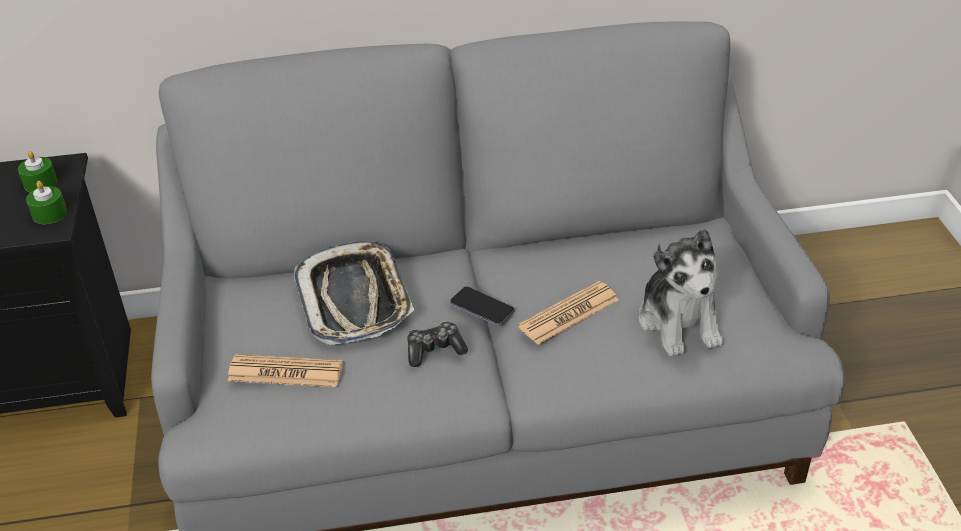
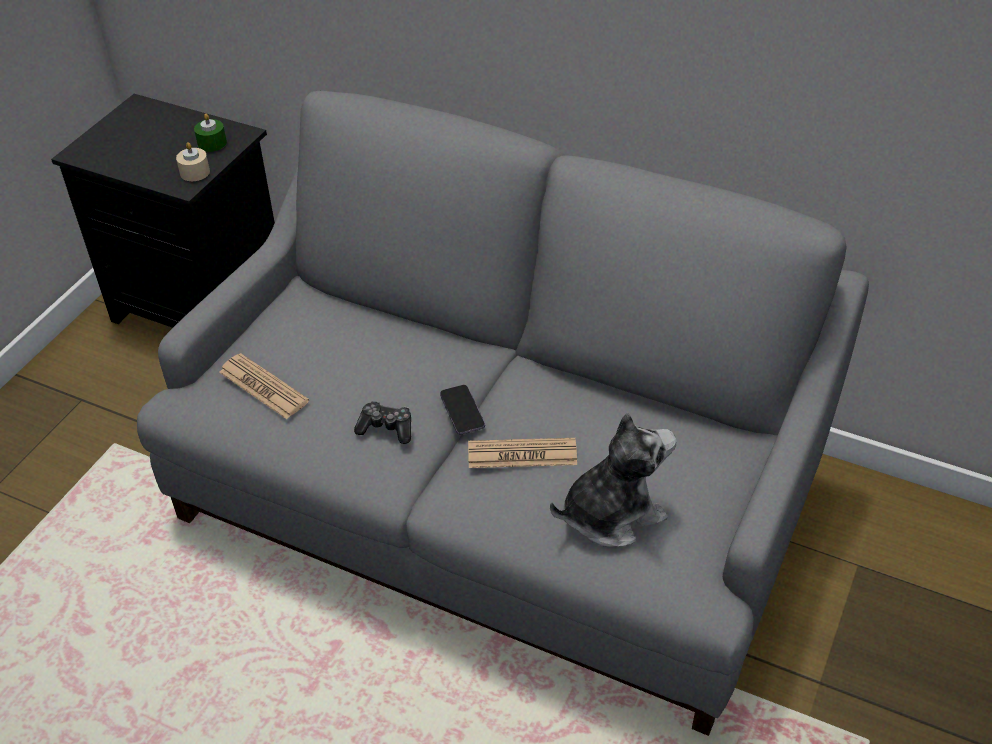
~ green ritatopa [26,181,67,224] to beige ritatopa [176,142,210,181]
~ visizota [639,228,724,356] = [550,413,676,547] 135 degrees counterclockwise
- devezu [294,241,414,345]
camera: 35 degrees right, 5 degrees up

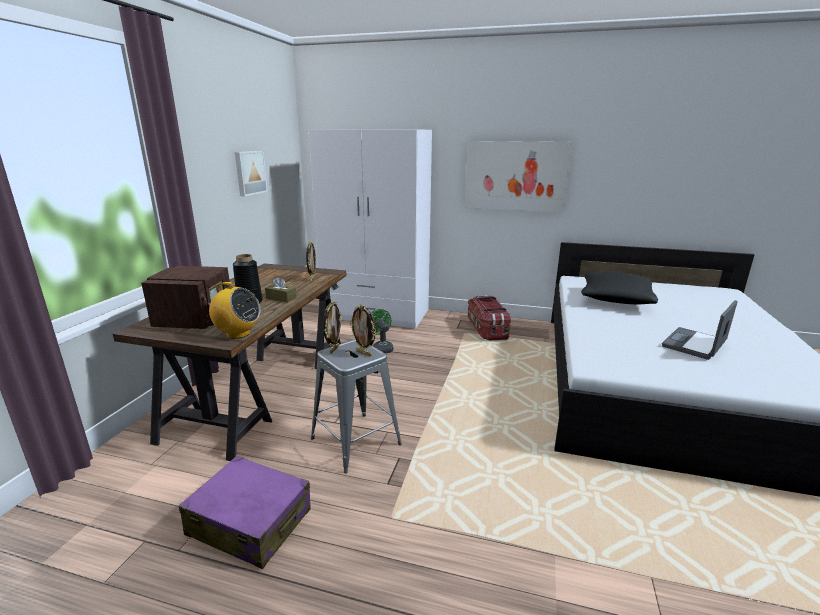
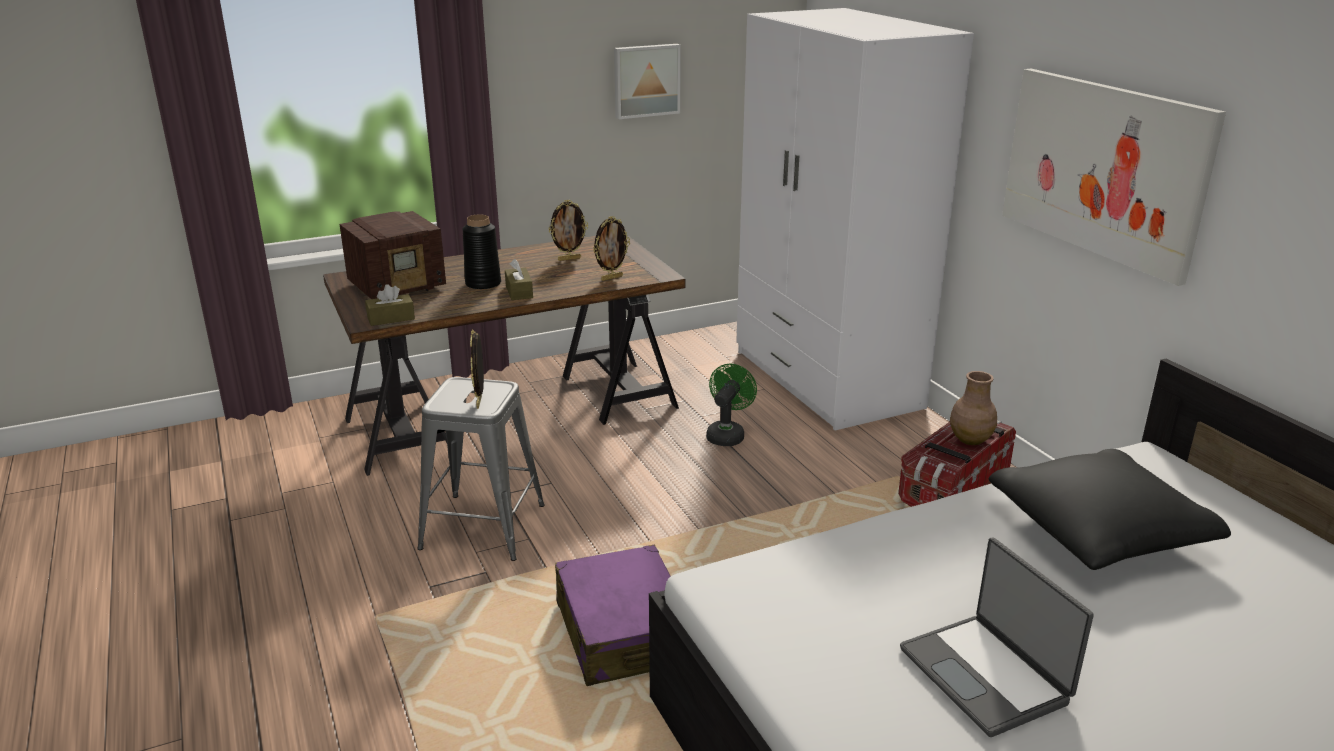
~ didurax [202,282,260,339] to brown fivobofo [365,284,415,326]
~ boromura [323,301,342,354] to [548,200,588,261]
~ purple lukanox [179,456,311,569] to [555,545,671,686]
~ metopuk [662,300,737,360] = [900,537,1094,737] 120 degrees counterclockwise
+ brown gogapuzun [950,371,997,445]
camera: 50 degrees right, 5 degrees up

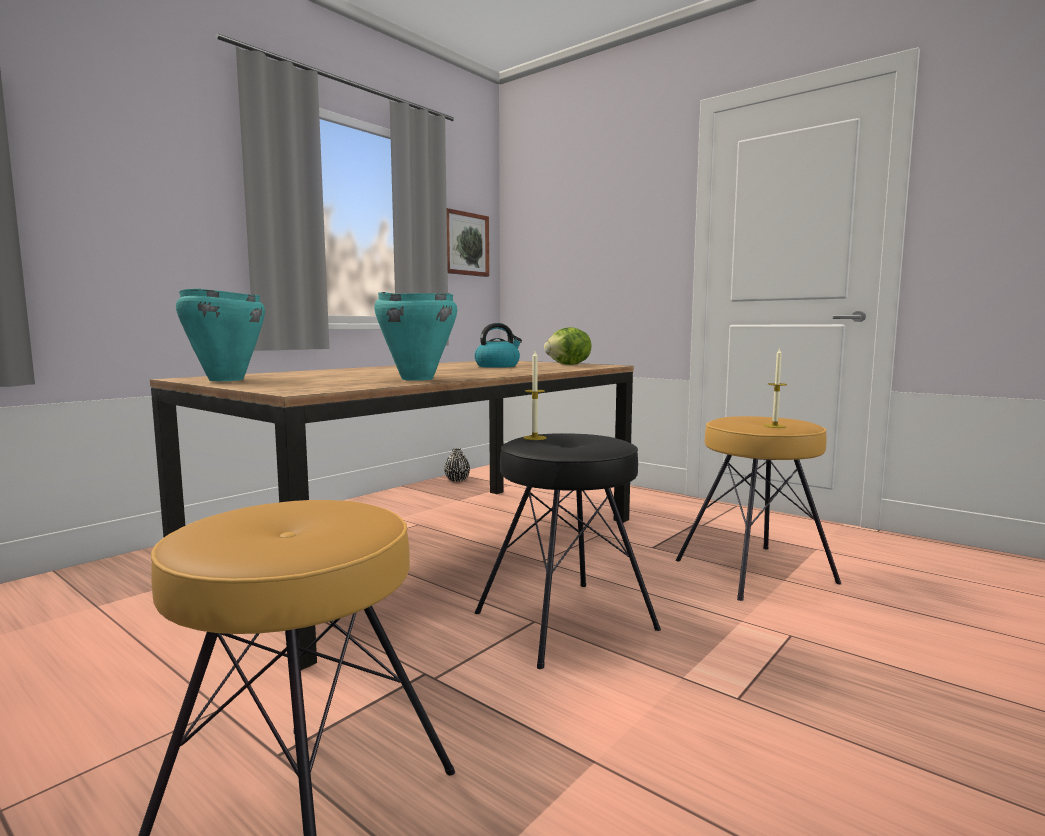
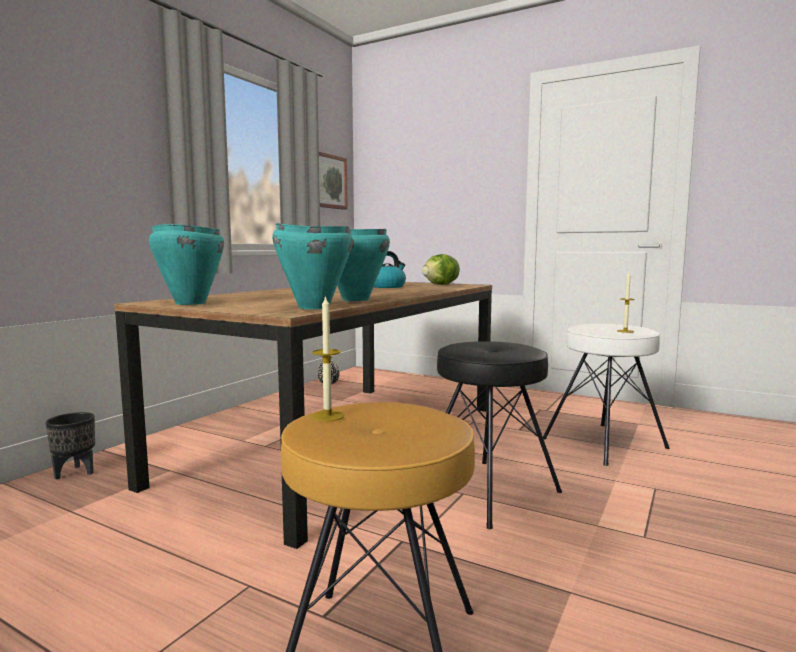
+ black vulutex [46,412,95,480]
+ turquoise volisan [272,223,353,309]
~ ritatopa [523,351,547,440] to [311,295,344,422]
~ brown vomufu [676,416,841,601] to white vomufu [543,324,670,466]
camera: 10 degrees left, 0 degrees up

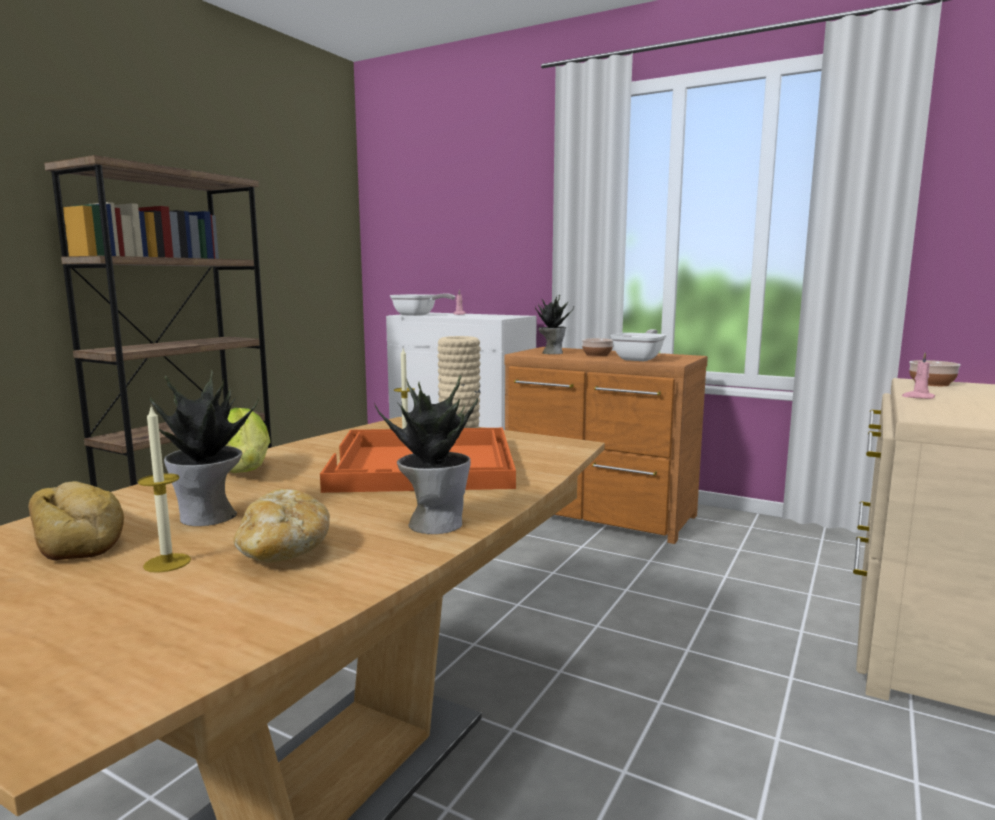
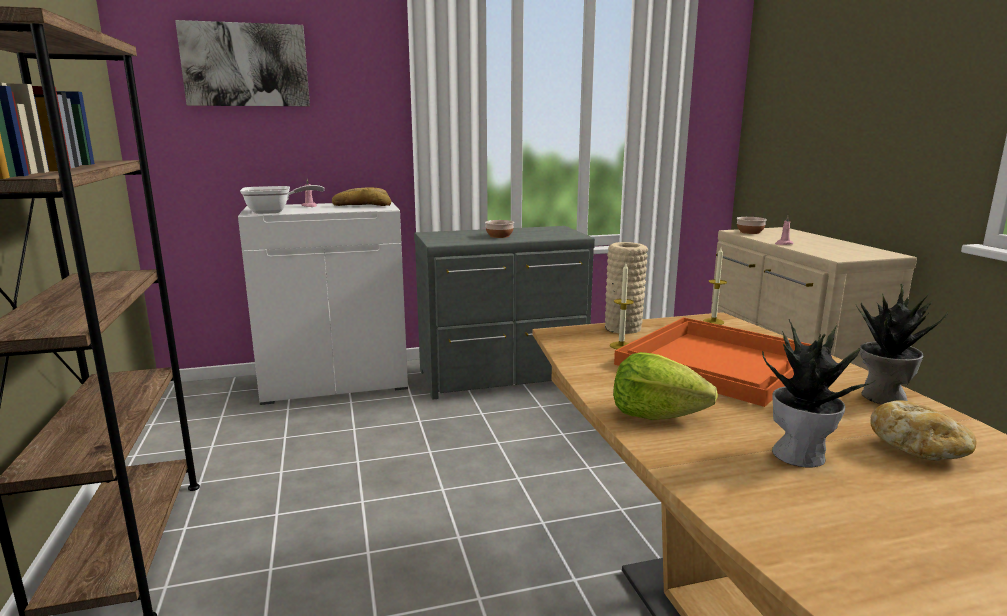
+ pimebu [175,20,310,106]
~ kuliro [28,481,124,560] to [332,187,391,206]
~ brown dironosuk [504,347,708,544] to grey dironosuk [414,226,595,400]
~ ritatopa [138,406,191,573] to [703,248,727,325]
- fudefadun [535,294,574,354]
- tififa [610,329,667,361]
camera: 45 degrees left, 5 degrees up

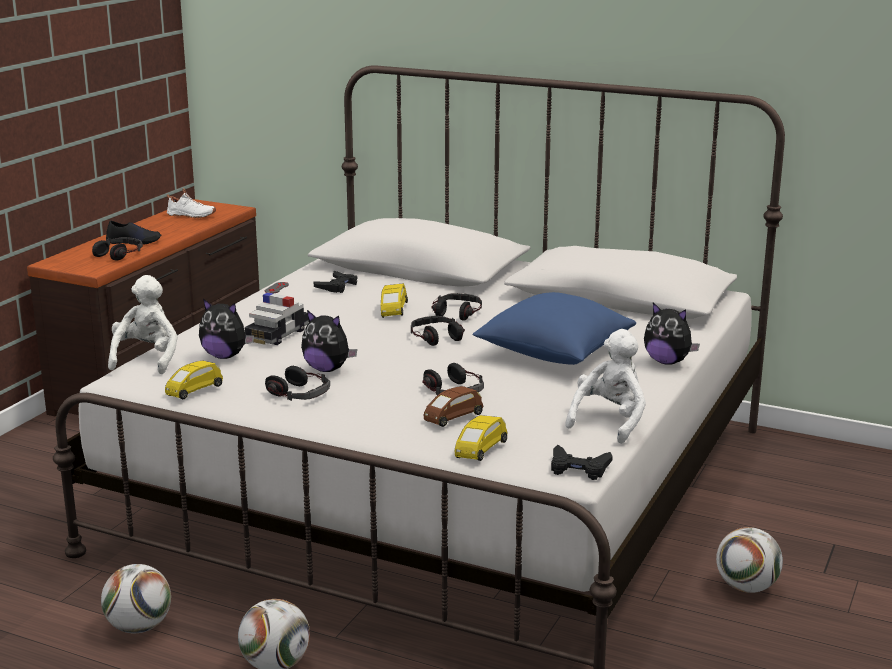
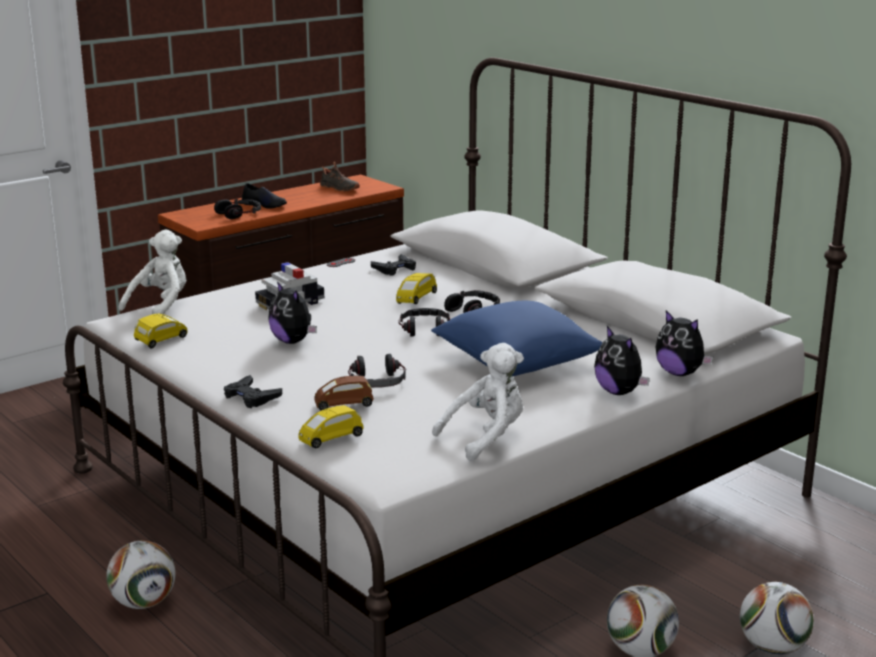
~ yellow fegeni [165,360,223,399] = [134,314,188,348] 150 degrees clockwise
~ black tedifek [551,445,613,480] to [224,375,282,408]
~ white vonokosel [167,188,216,218] to black vonokosel [320,162,360,192]
~ visizota [199,299,254,359] to [656,310,713,376]
~ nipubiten [101,564,171,633] to [740,582,814,655]
- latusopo [265,366,330,401]
camera: 25 degrees right, 0 degrees up

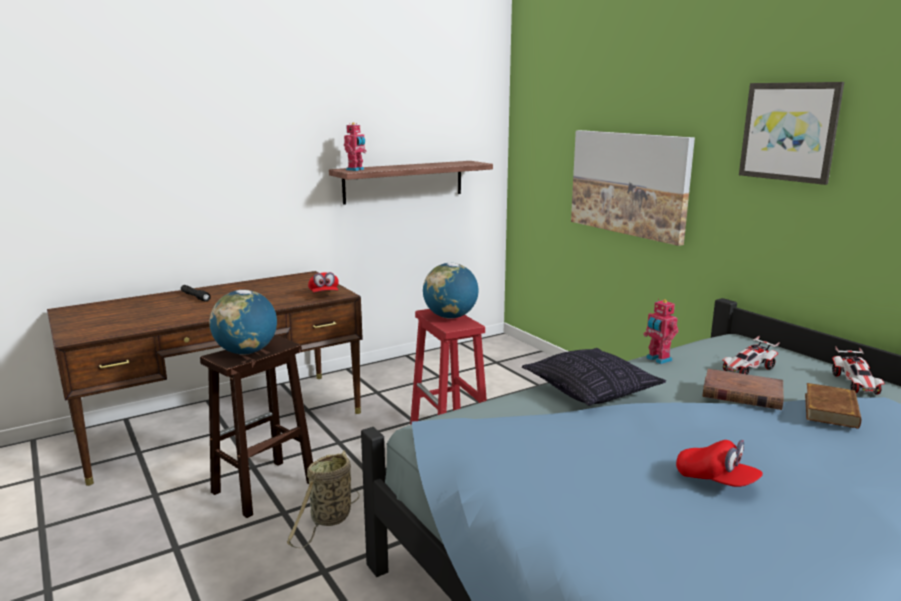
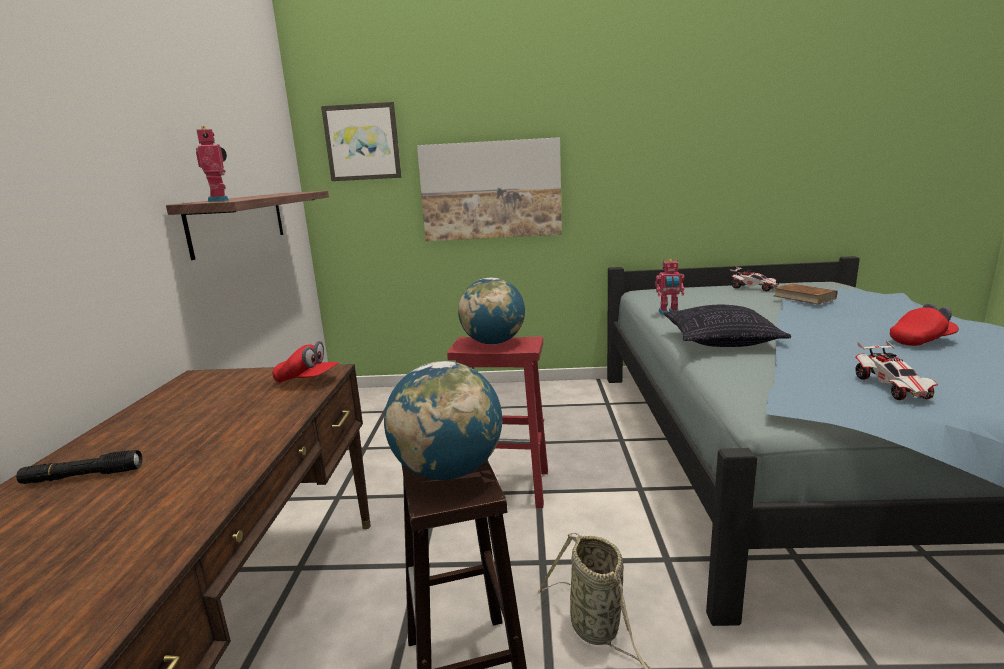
~ pimebu [739,82,844,185] to [321,102,402,181]
~ fegeni [722,336,780,374] to [855,341,938,400]
- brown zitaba [702,369,784,410]
camera: 55 degrees left, 0 degrees up

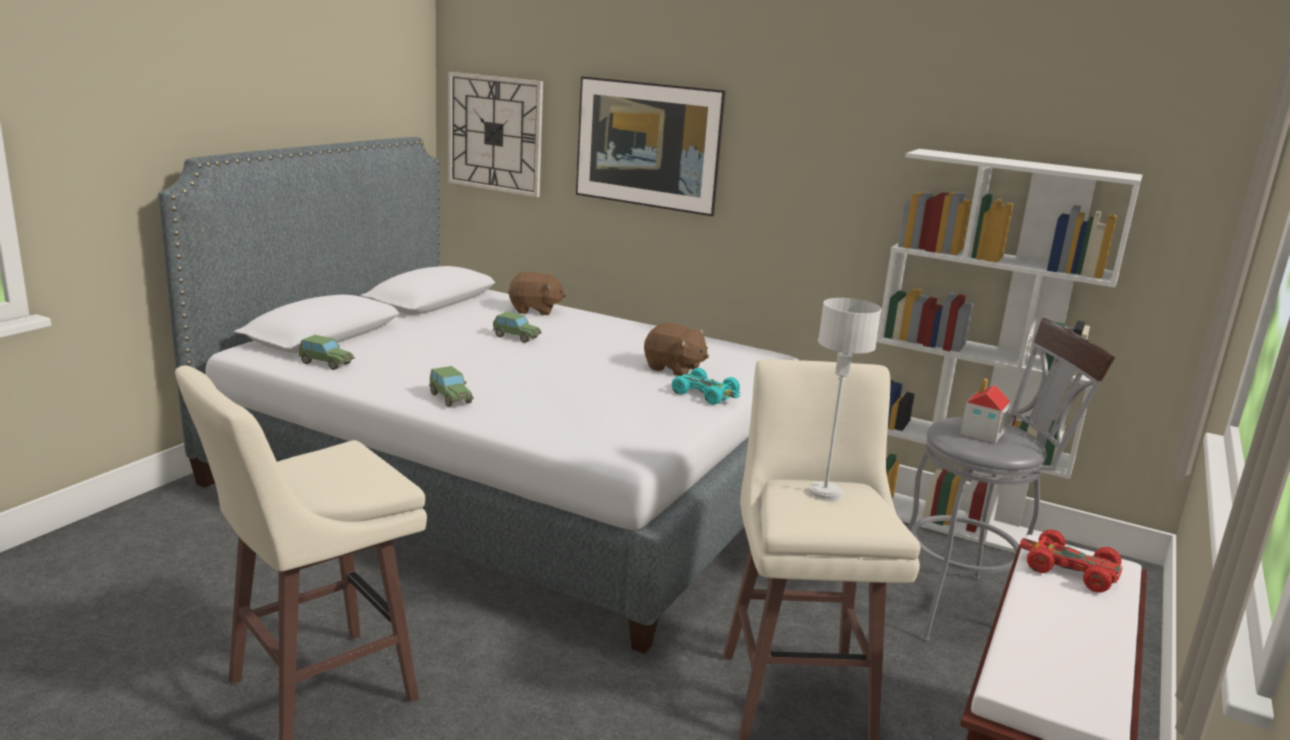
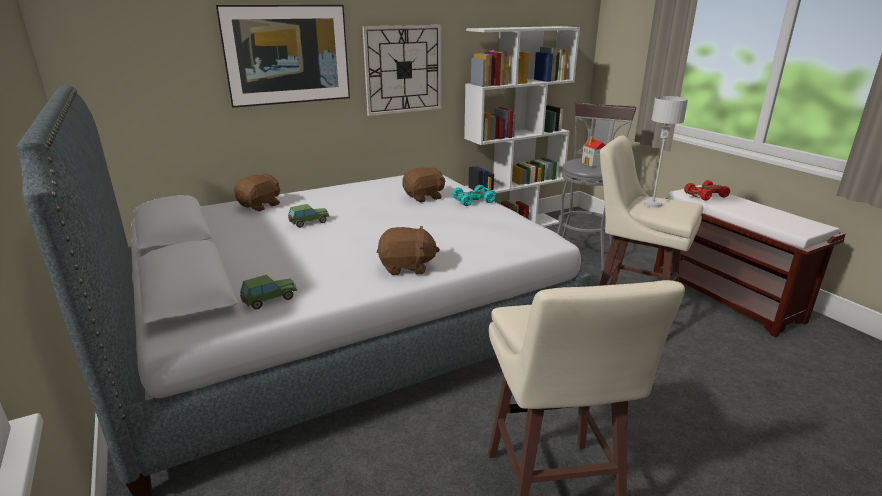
~ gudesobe [448,72,543,197] to [362,25,442,116]
~ fegeni [429,366,474,407] to brown visizota [377,226,440,275]
camera: 55 degrees left, 5 degrees up

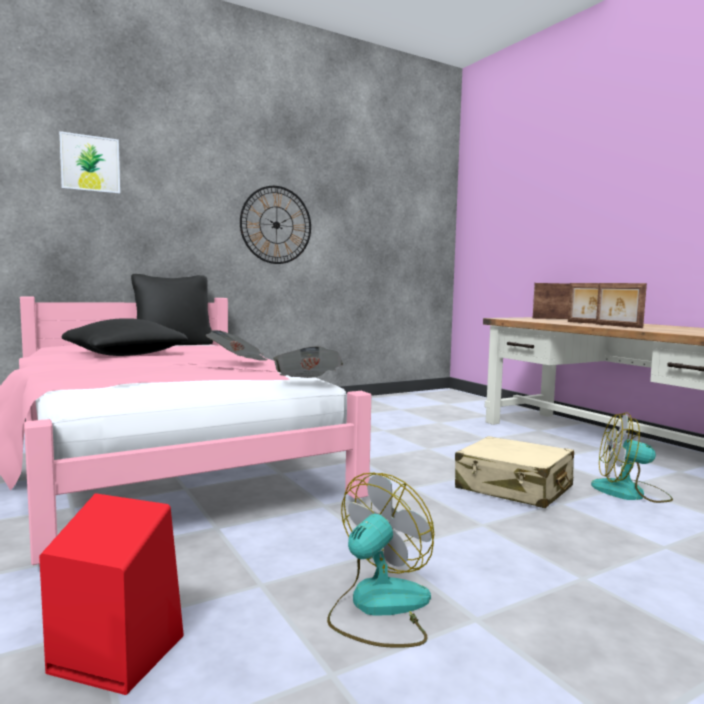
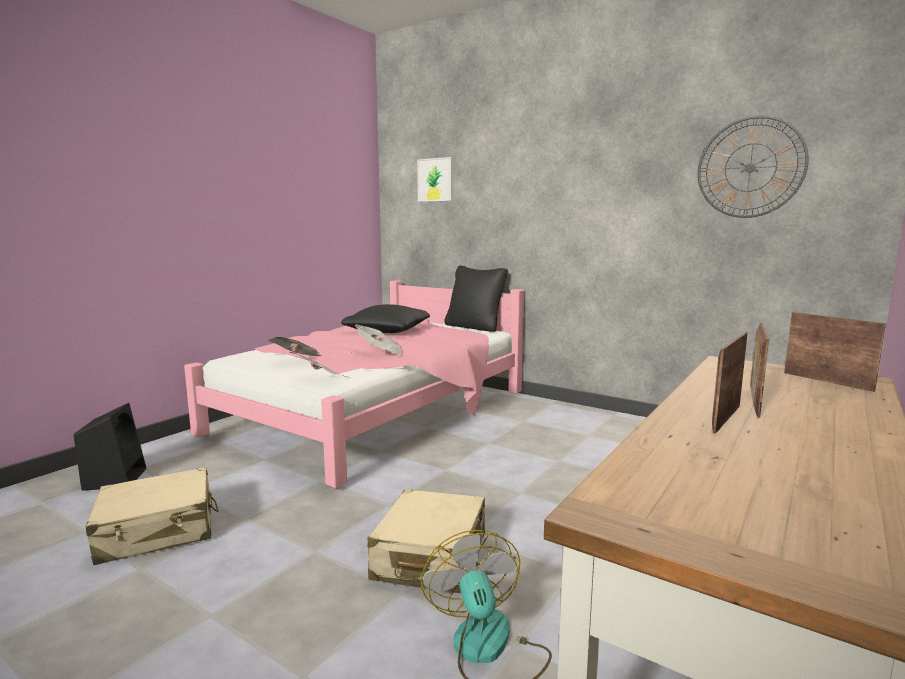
~ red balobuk [39,493,184,695] to black balobuk [74,403,146,491]
~ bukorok [327,473,434,648] to beige lukanox [86,467,218,565]
+ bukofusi [269,337,322,356]
~ gudesobe [240,186,311,264] to [698,115,809,218]
camera: 65 degrees right, 5 degrees up

